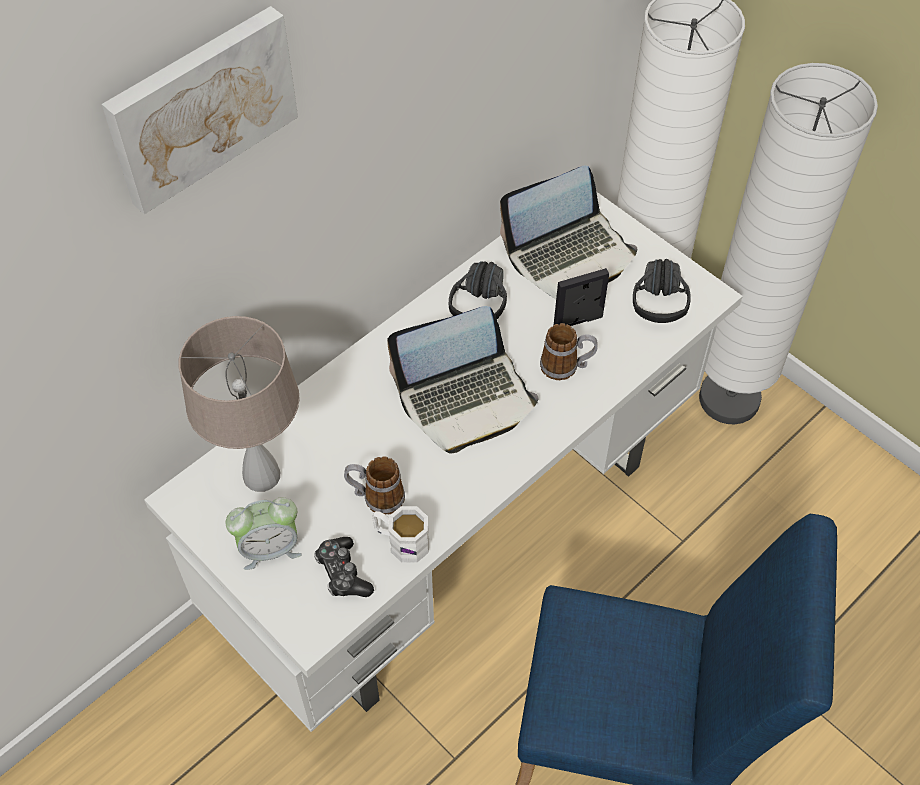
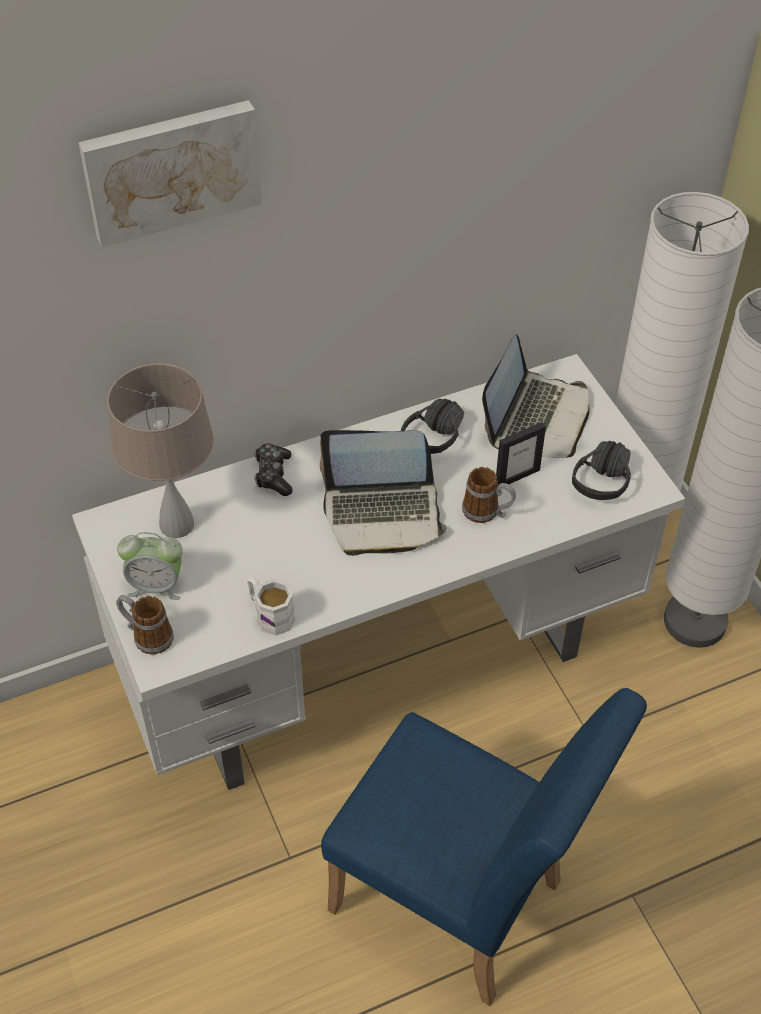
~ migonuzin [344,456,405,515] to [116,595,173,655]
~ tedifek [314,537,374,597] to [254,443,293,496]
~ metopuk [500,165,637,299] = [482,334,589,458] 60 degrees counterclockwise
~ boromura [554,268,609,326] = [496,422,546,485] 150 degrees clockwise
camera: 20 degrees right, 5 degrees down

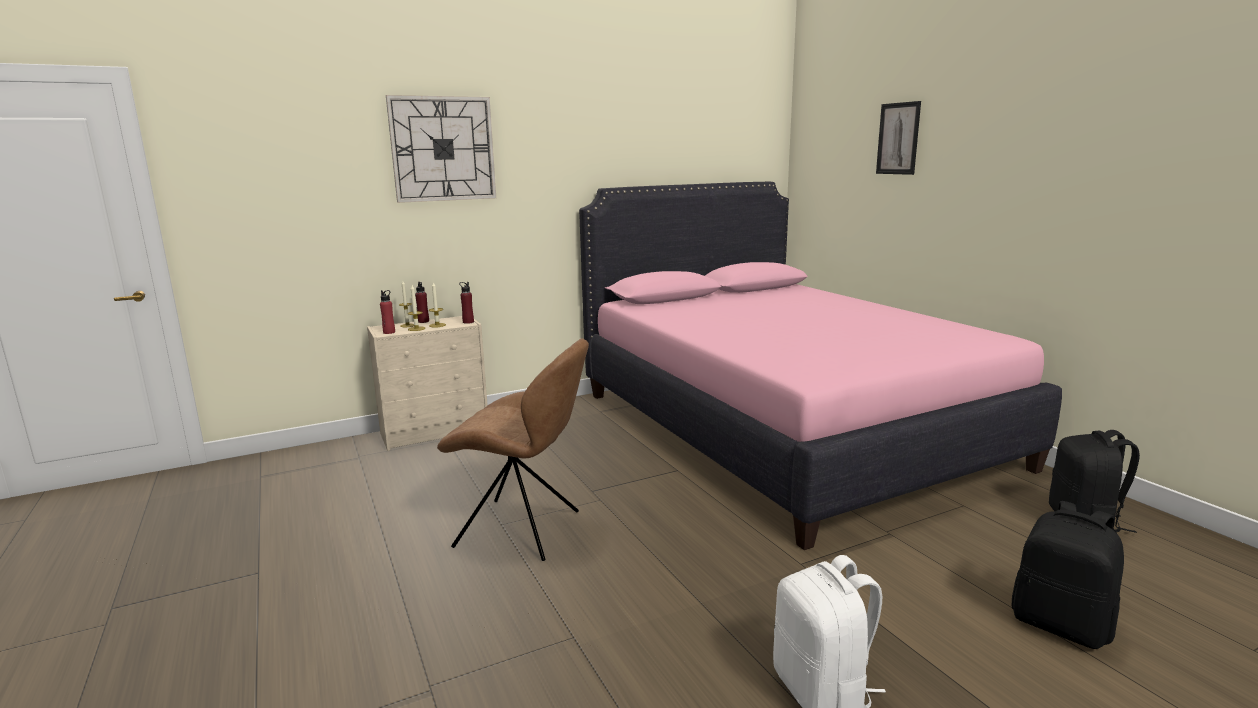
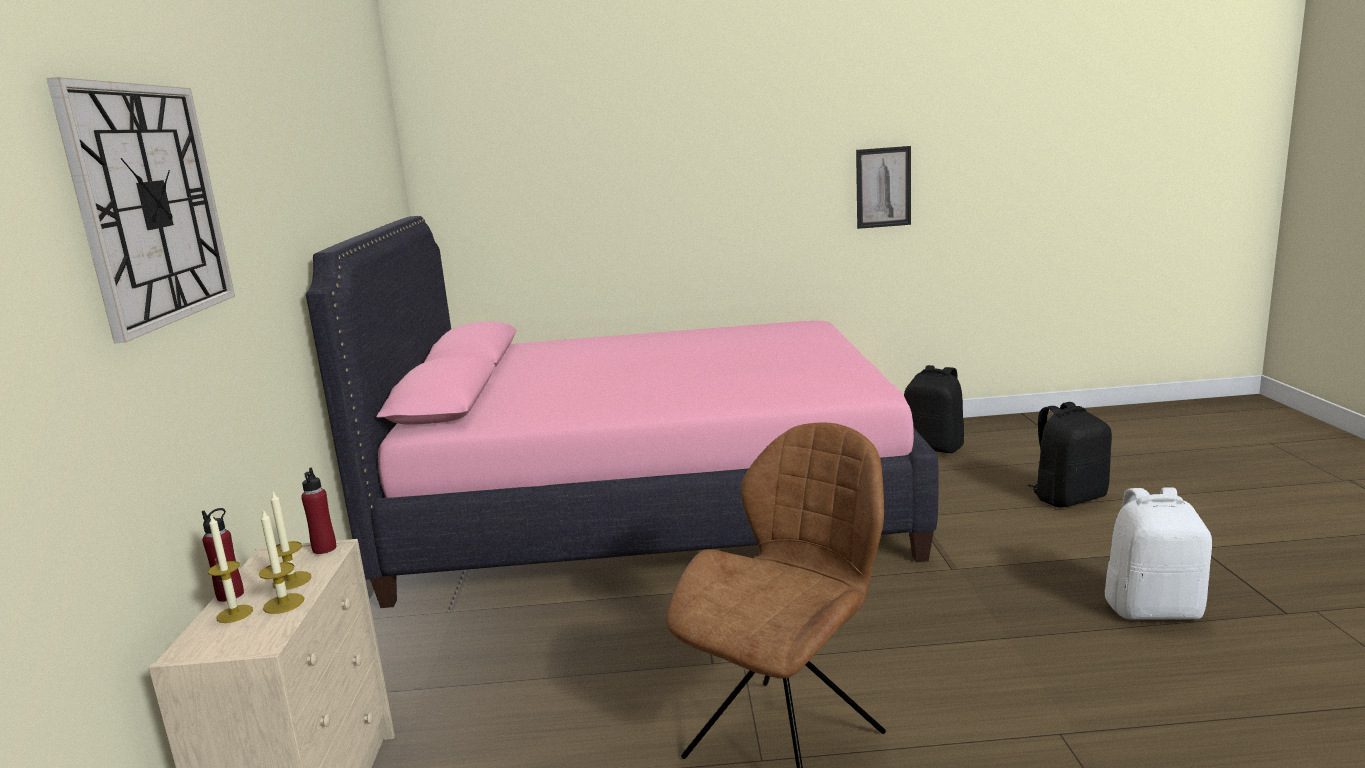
~ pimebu [876,101,921,175] to [856,146,911,229]
- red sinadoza [380,290,395,334]
camera: 65 degrees left, 0 degrees up

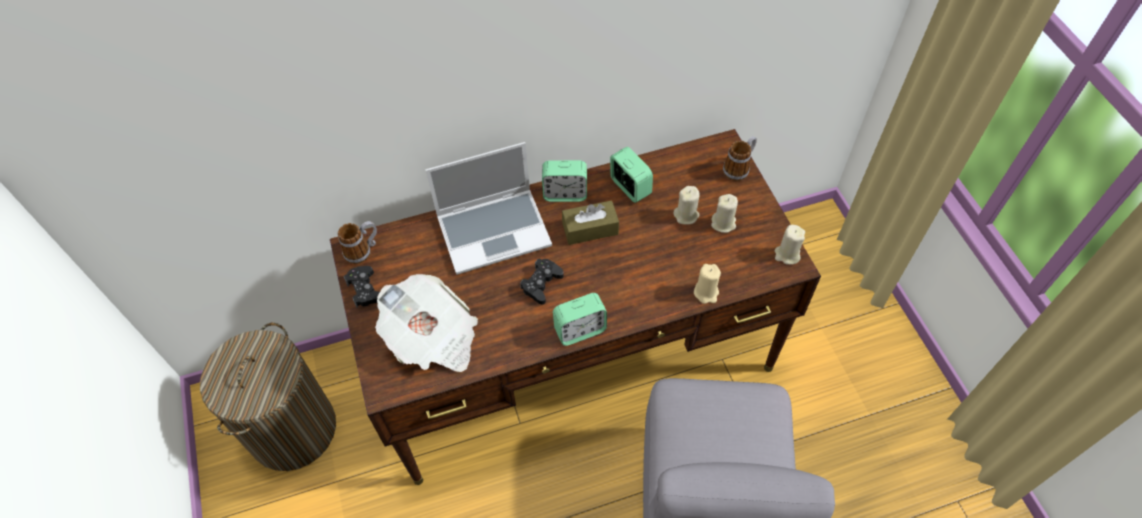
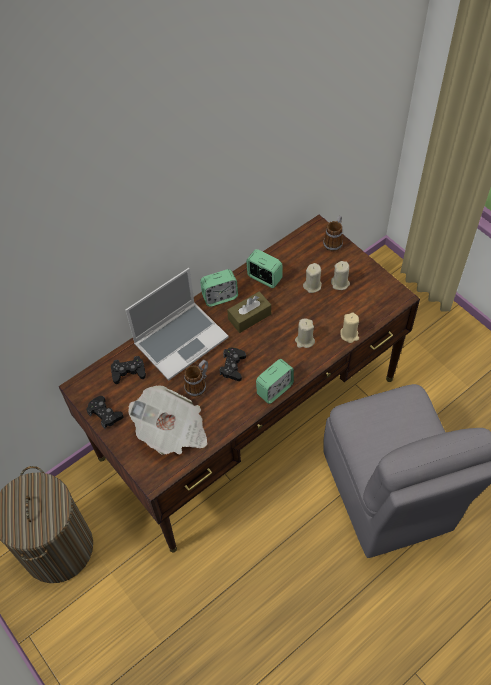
+ black tedifek [111,356,146,384]
~ migonuzin [338,221,377,264] to [184,360,208,397]
~ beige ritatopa [775,225,805,265] to [295,318,315,348]
camera: 20 degrees left, 0 degrees up

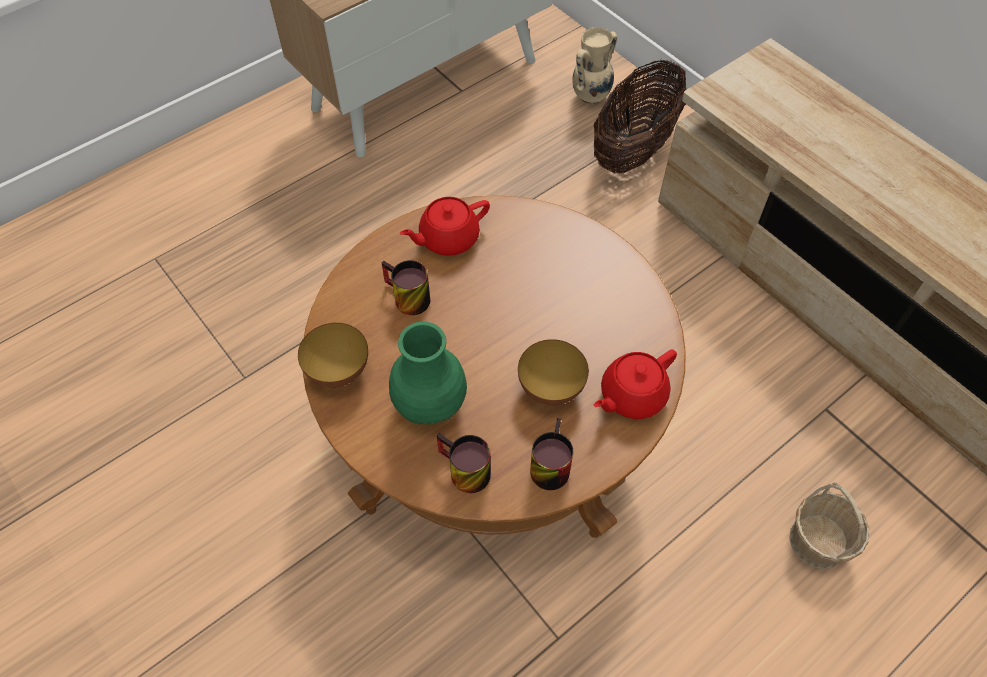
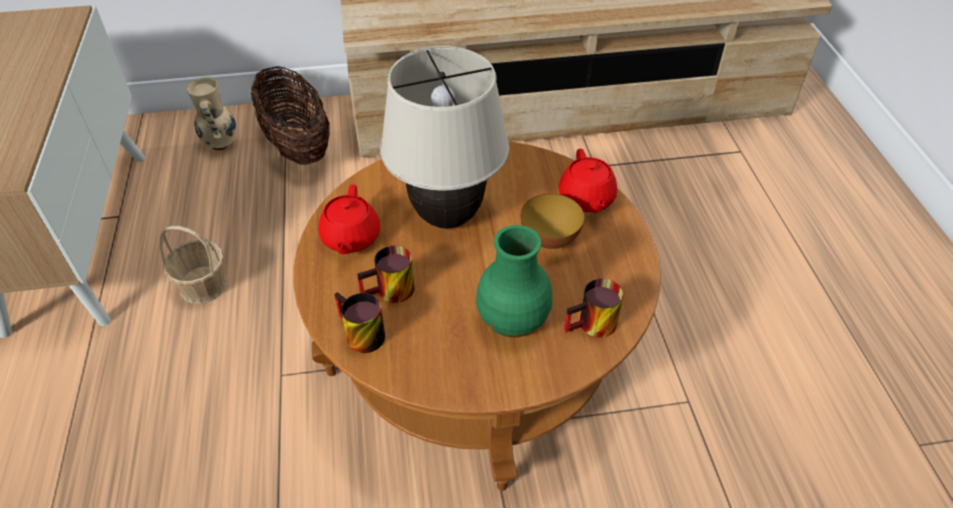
~ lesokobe [789,482,869,569] to [160,226,227,304]
~ migonuzin [530,418,573,490] to [334,292,385,353]
+ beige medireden [380,46,509,229]
- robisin [298,323,368,387]
camera: 60 degrees left, 10 degrees down

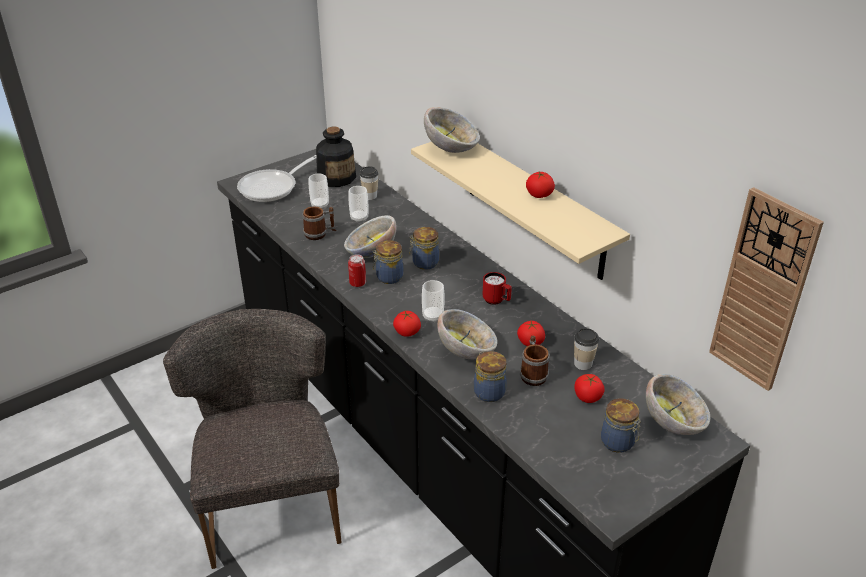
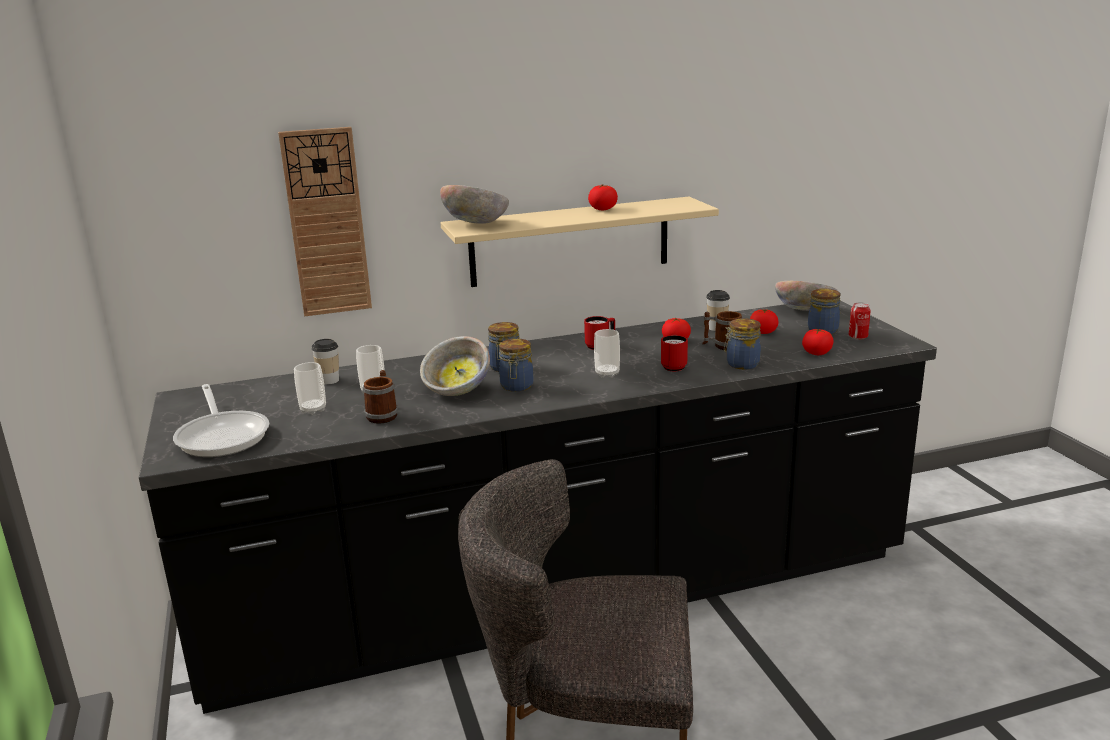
~ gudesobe [709,187,824,391] to [278,127,372,316]
~ robisin [437,309,497,359] to red migonuzin [661,334,688,371]
~ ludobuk [393,311,421,337] to [802,328,834,355]
~ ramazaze [348,254,366,287] to [849,302,871,340]
- sinadoza [316,127,356,187]
camera: 70 degrees left, 15 degrees down

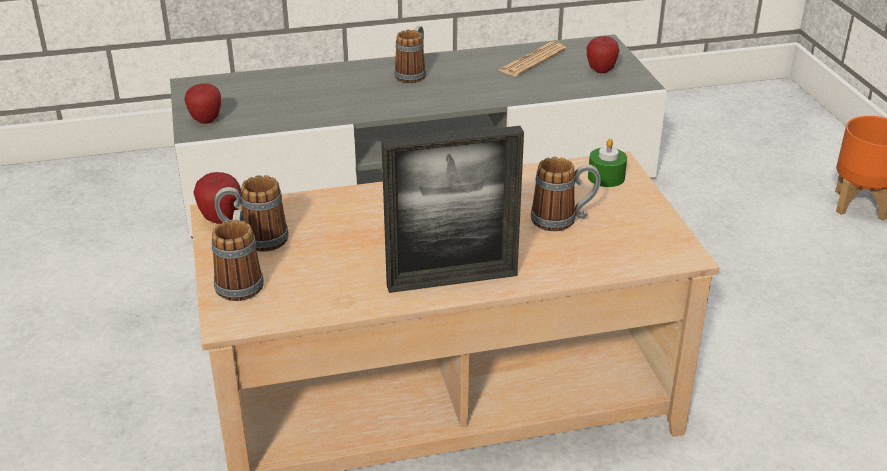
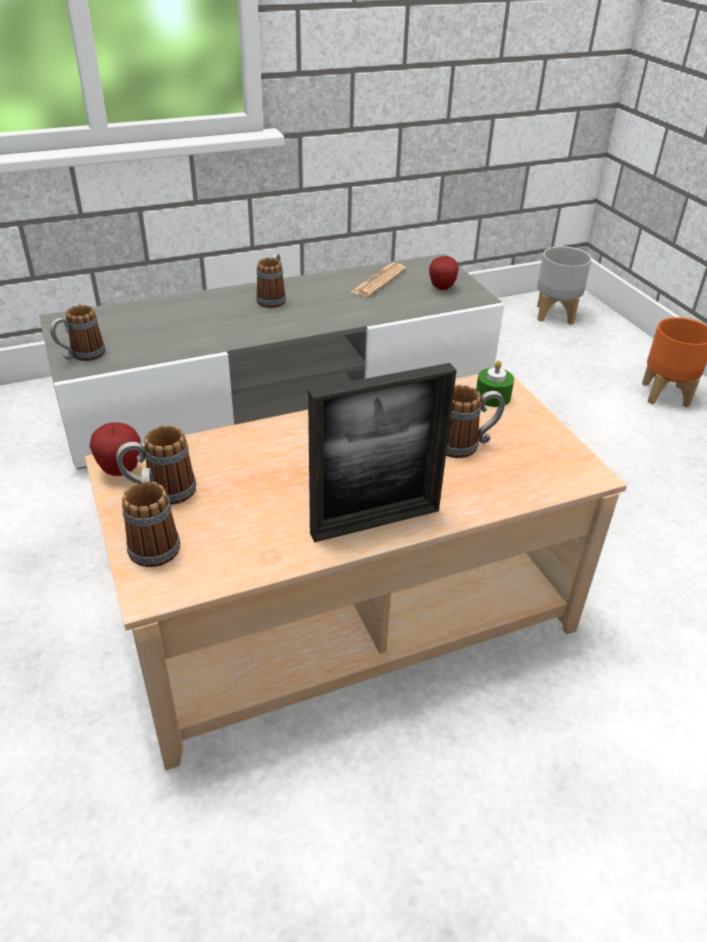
~ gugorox [185,83,221,124] to migonuzin [50,305,105,361]
+ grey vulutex [537,246,592,325]
camera: 10 degrees left, 5 degrees up

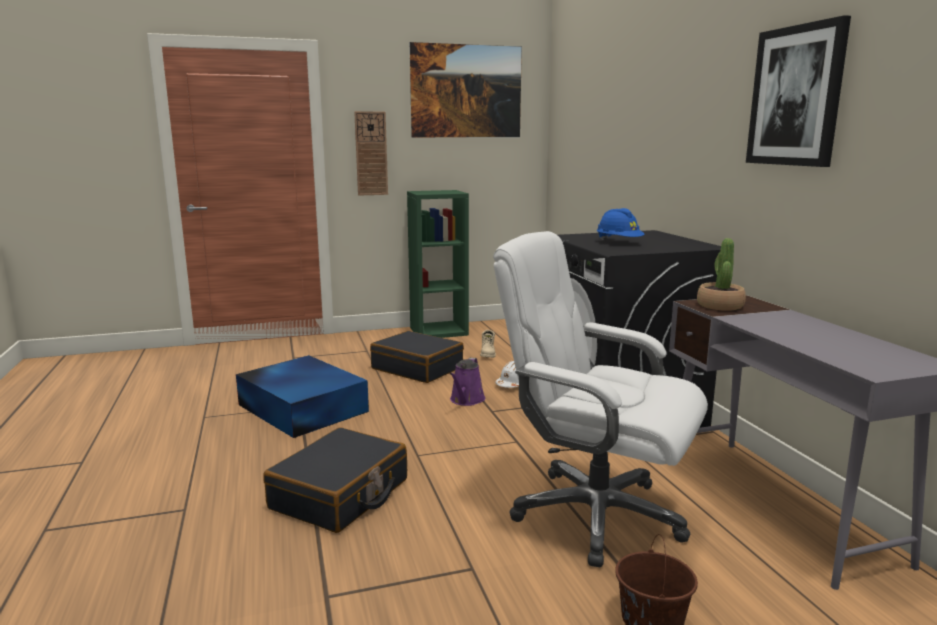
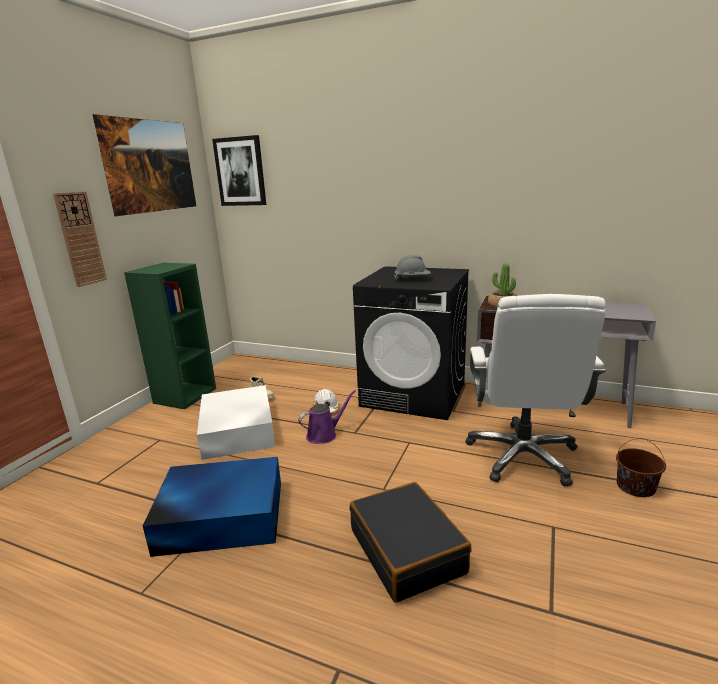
~ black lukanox [370,331,464,383] to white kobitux [197,385,275,460]
~ pimebu [746,15,851,167] to [212,135,266,206]
~ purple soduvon [450,358,485,406] = [298,390,356,444] 90 degrees counterclockwise
~ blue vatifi [597,208,645,240] to grey vatifi [394,255,431,280]
~ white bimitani [493,231,708,567] = [465,294,606,487] 60 degrees counterclockwise
camera: 50 degrees left, 5 degrees up

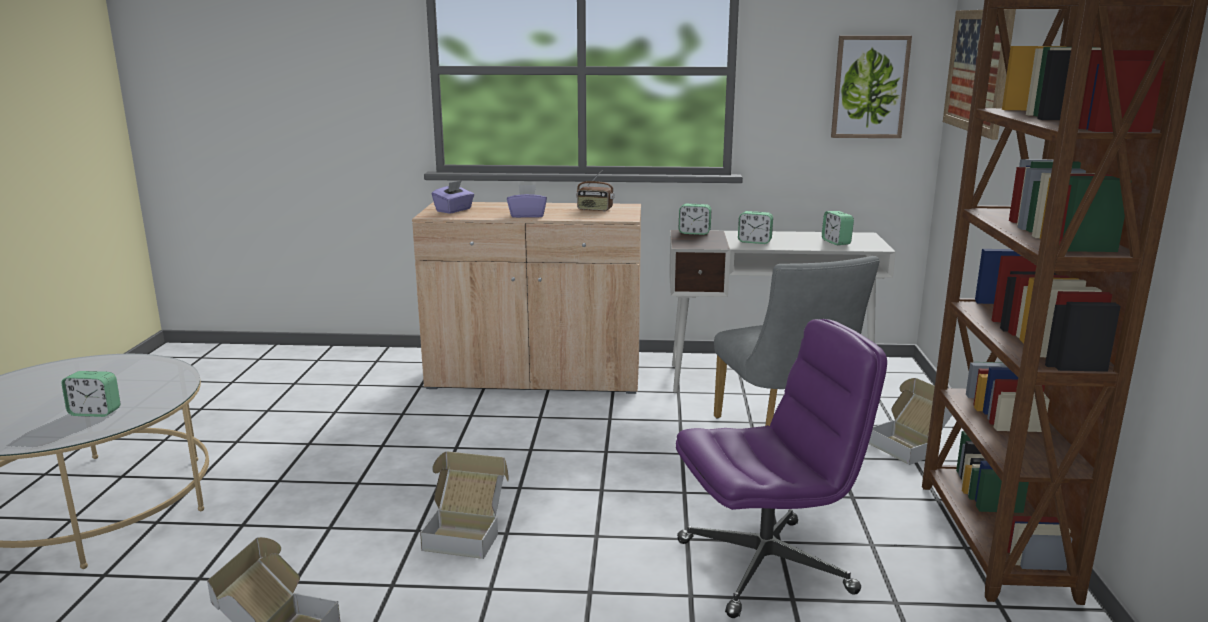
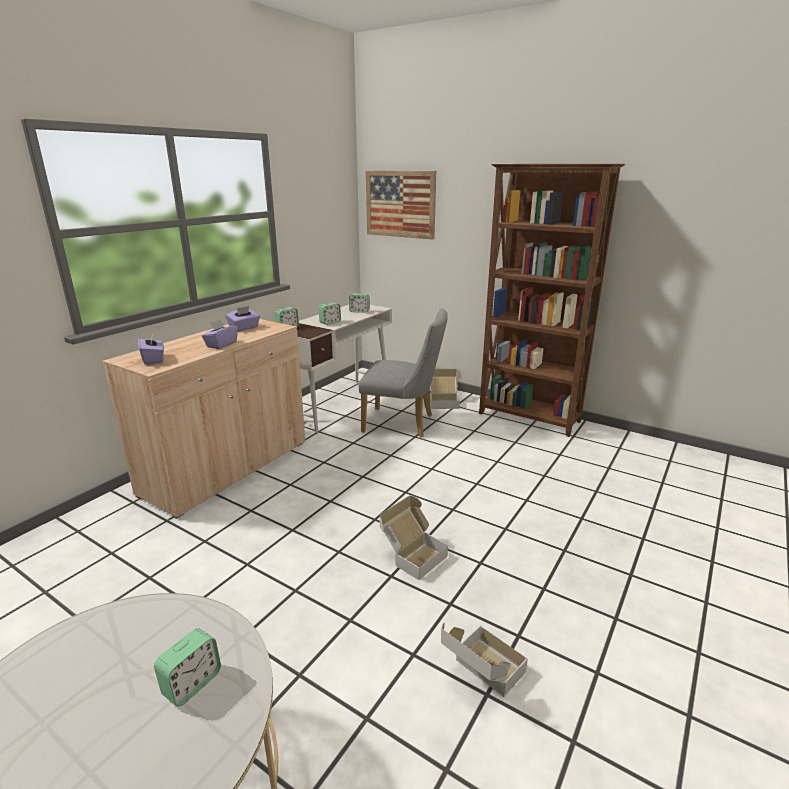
~ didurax [576,170,615,211] to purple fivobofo [226,306,260,331]
- purple bimitani [676,319,887,618]
- pimebu [831,36,912,138]
camera: 60 degrees left, 5 degrees up

